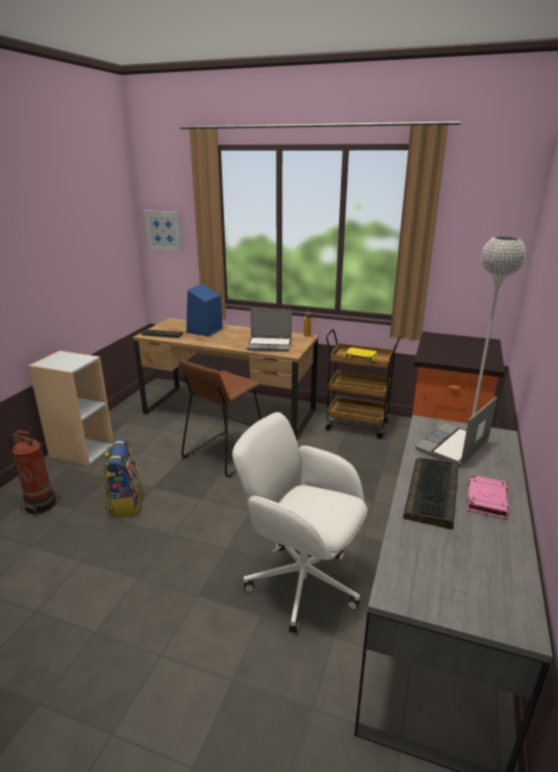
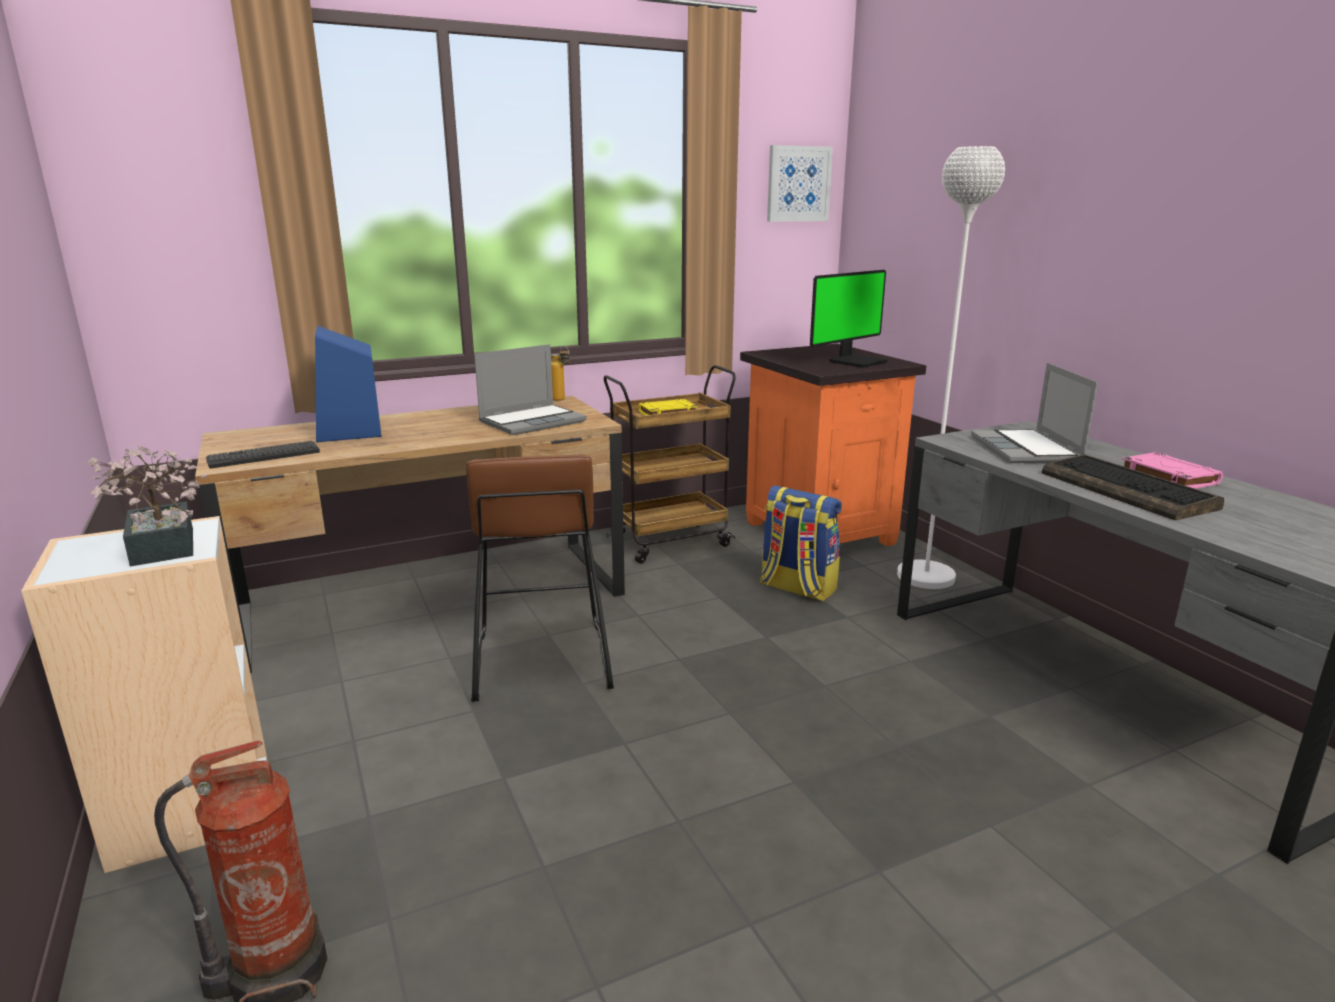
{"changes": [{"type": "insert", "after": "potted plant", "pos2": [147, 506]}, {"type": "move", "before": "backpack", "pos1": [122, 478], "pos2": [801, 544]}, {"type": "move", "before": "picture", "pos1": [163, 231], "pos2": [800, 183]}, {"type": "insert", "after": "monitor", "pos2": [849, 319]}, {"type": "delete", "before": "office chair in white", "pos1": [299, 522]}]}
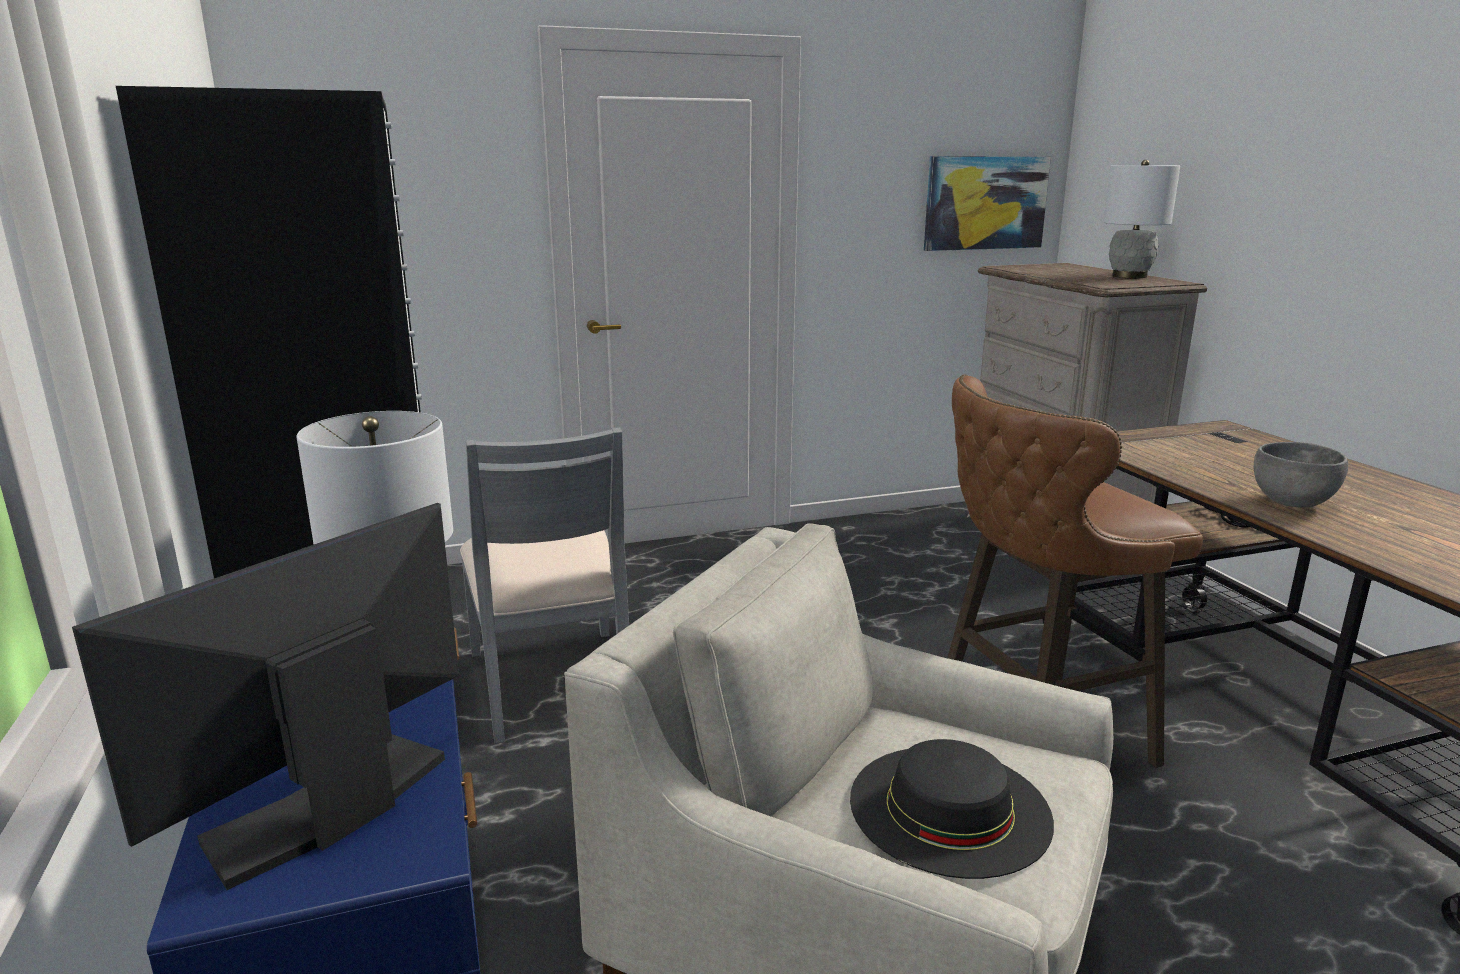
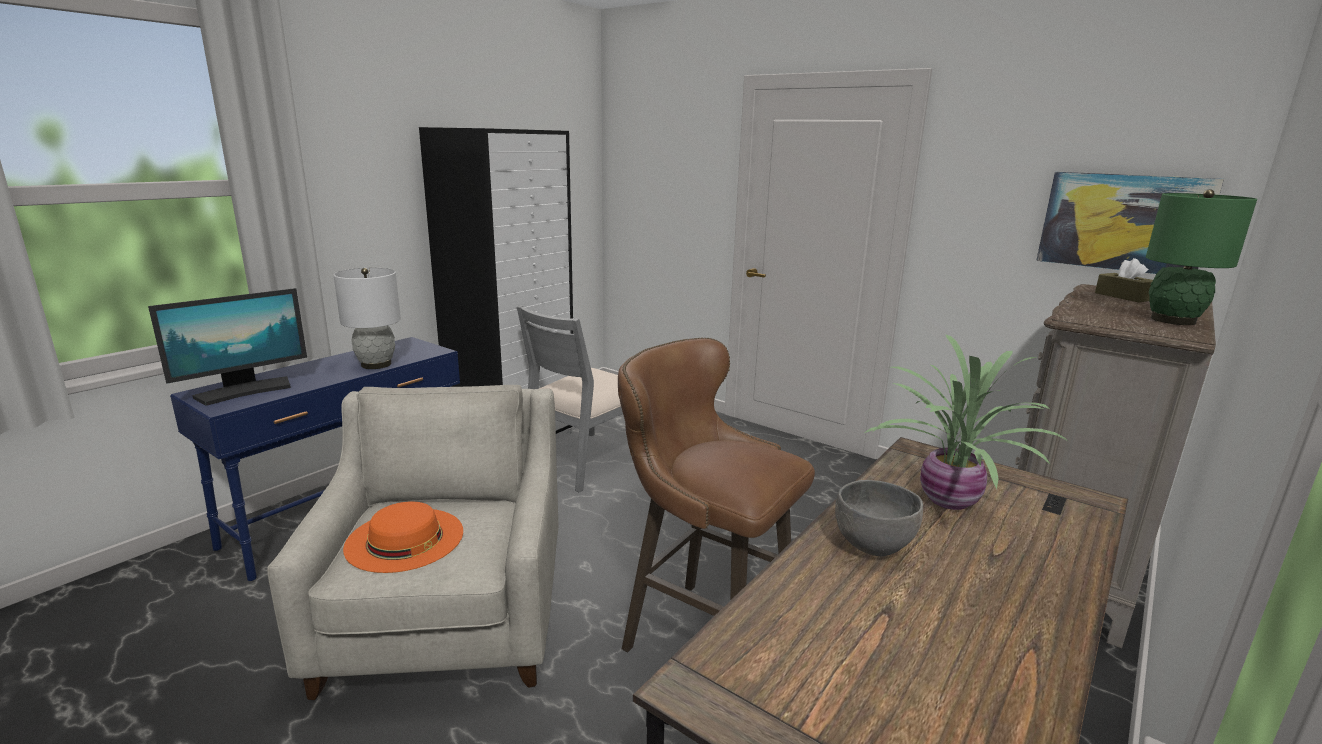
{"changes": [{"type": "rotate", "before": "monitor", "pos1": [265, 696], "pos2": [227, 347], "turn": 135}, {"type": "recolor", "before": "hat in black", "after": "hat in orange", "pos1": [952, 809], "pos2": [403, 537]}, {"type": "insert", "after": "potted plant", "pos2": [968, 422]}, {"type": "insert", "after": "tissue box in brown", "pos2": [1124, 280]}, {"type": "recolor", "before": "table lamp in white", "after": "table lamp in green", "pos1": [1141, 219], "pos2": [1201, 257]}]}
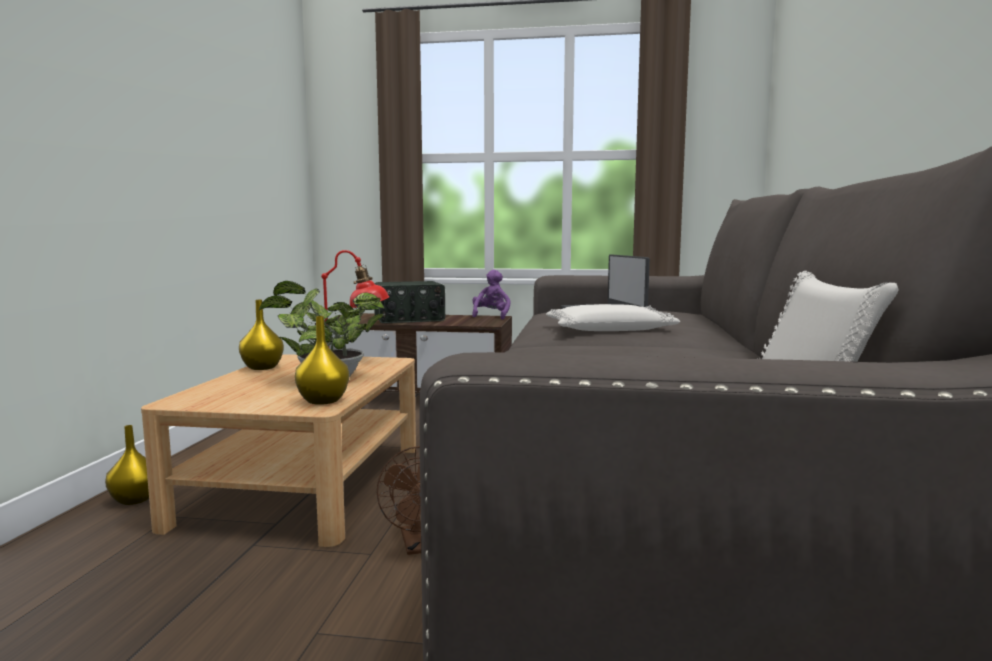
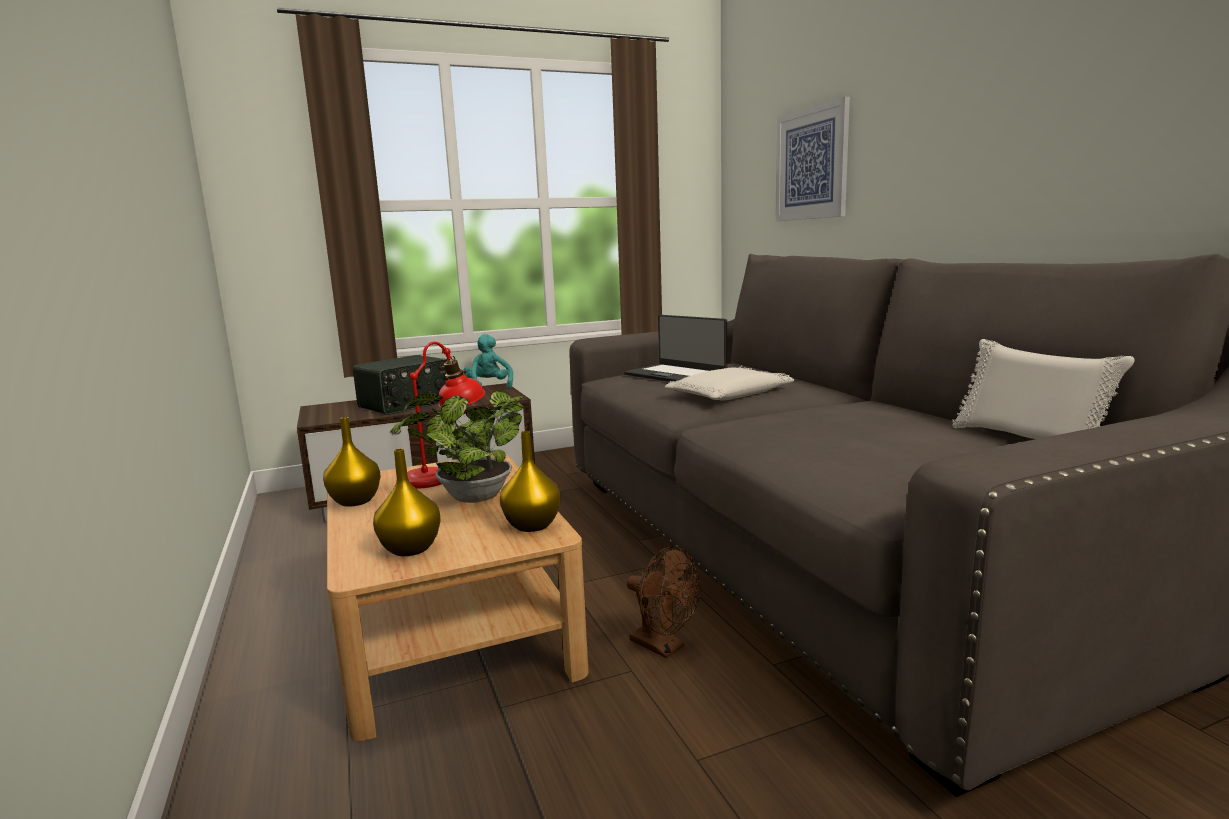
{"changes": [{"type": "move", "before": "vase in yellow", "pos1": [127, 465], "pos2": [406, 502]}, {"type": "recolor", "before": "plush toy in purple", "after": "plush toy in turquoise", "pos1": [491, 295], "pos2": [488, 361]}, {"type": "insert", "after": "picture", "pos2": [812, 159]}]}
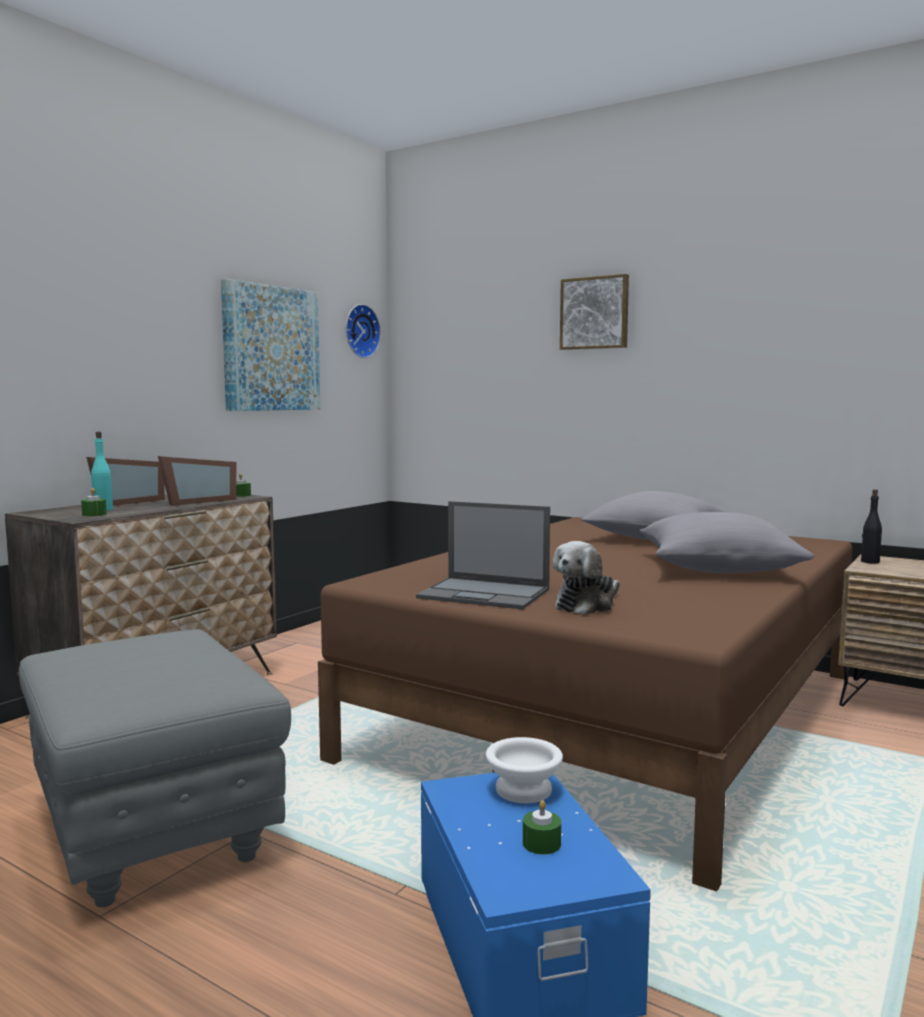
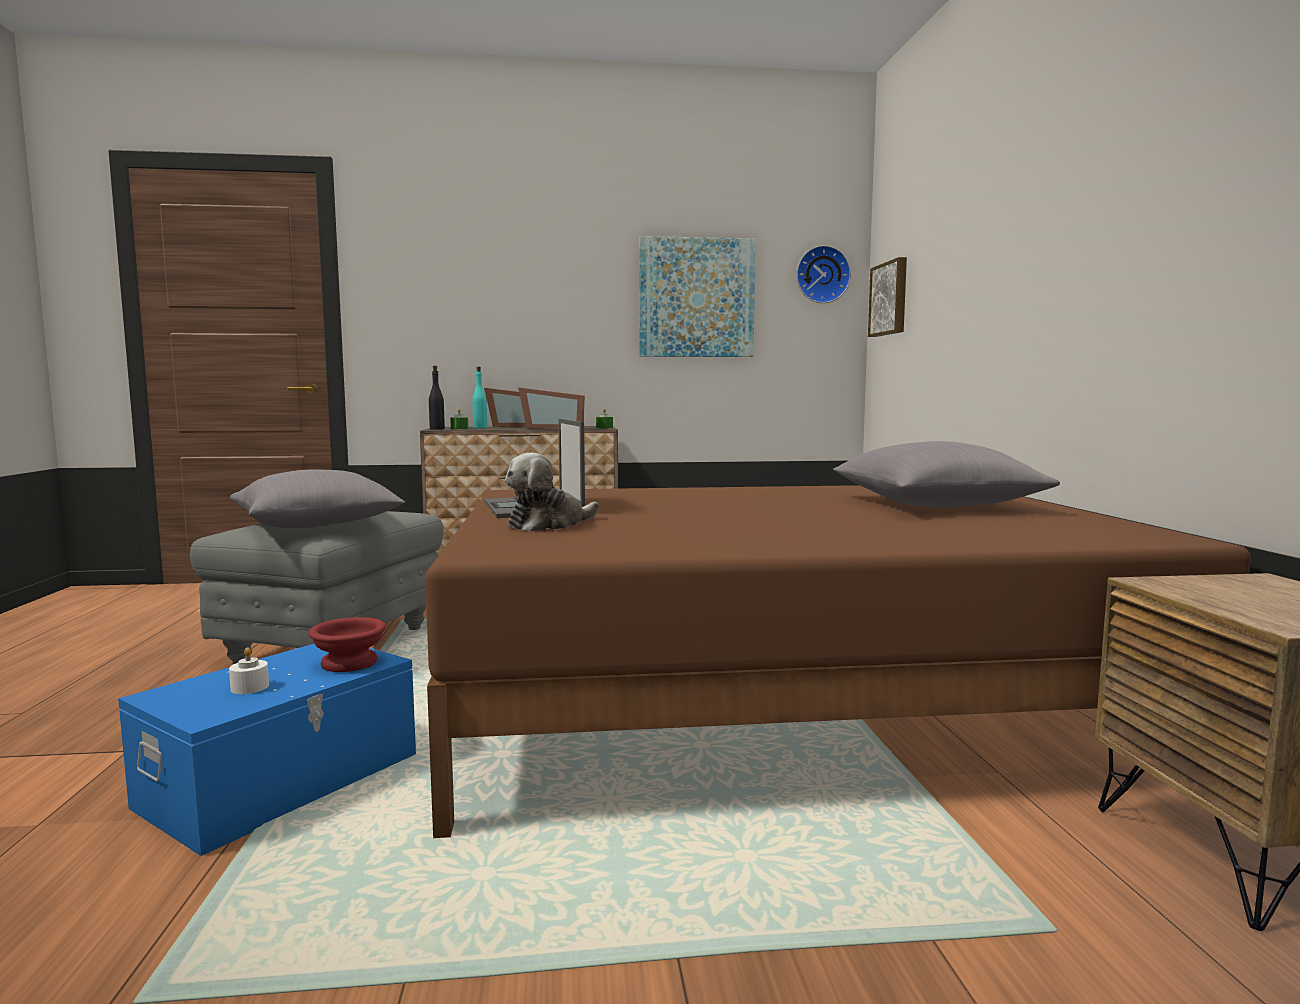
{"changes": [{"type": "recolor", "before": "candle in green", "after": "candle in white", "pos1": [542, 827], "pos2": [249, 670]}, {"type": "move", "before": "pillow in grey", "pos1": [727, 542], "pos2": [317, 499]}, {"type": "recolor", "before": "bowl in white", "after": "bowl in red", "pos1": [524, 770], "pos2": [347, 644]}, {"type": "move", "before": "bottle in black", "pos1": [871, 526], "pos2": [437, 398]}, {"type": "rotate", "before": "plush toy", "pos1": [586, 578], "pos2": [552, 492], "turn": -45}, {"type": "move", "before": "picture", "pos1": [594, 312], "pos2": [887, 297]}]}
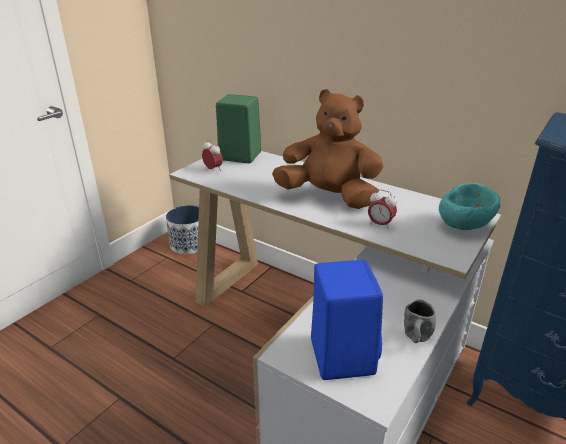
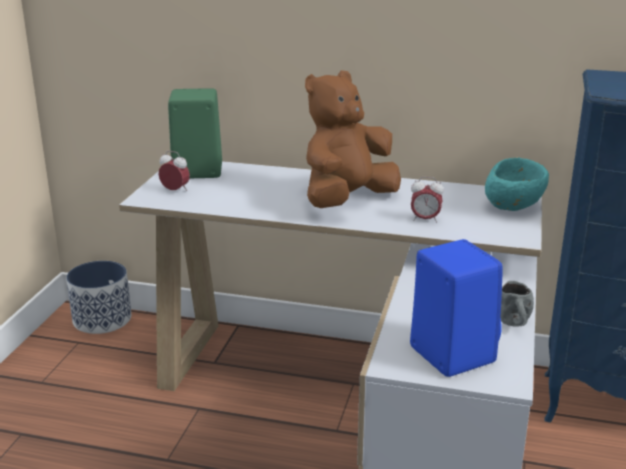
{"changes": [{"type": "rotate", "before": "plush toy in brown", "pos1": [327, 149], "pos2": [353, 139], "turn": -45}]}
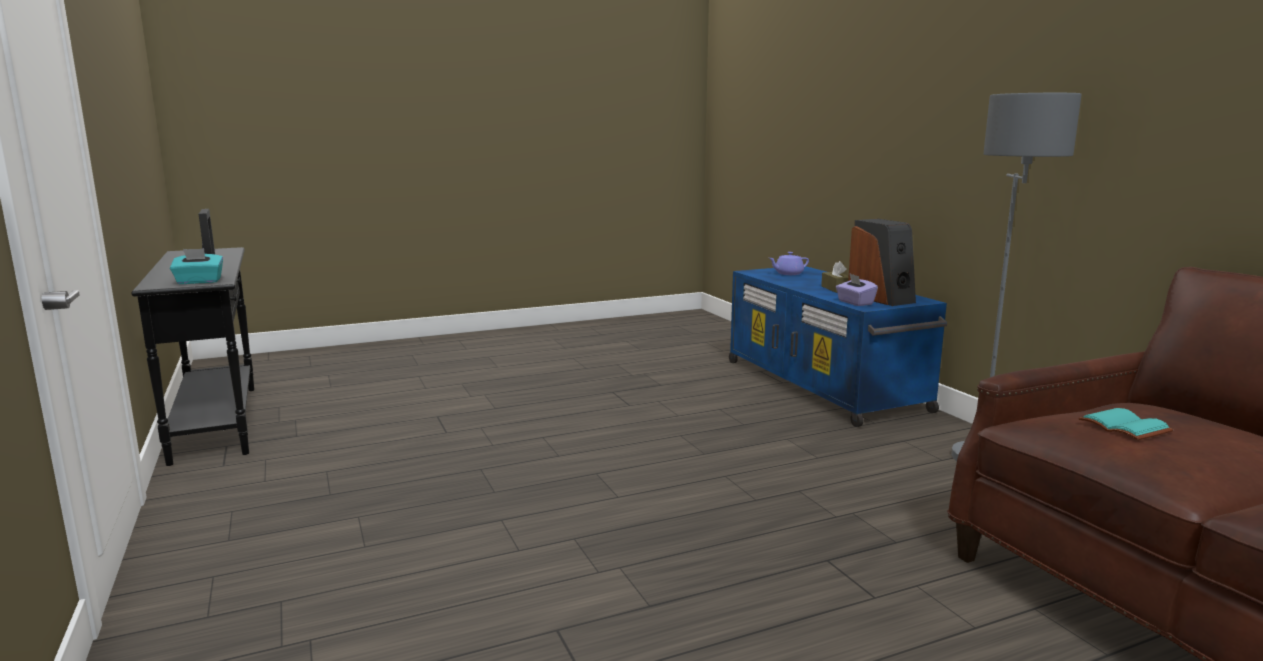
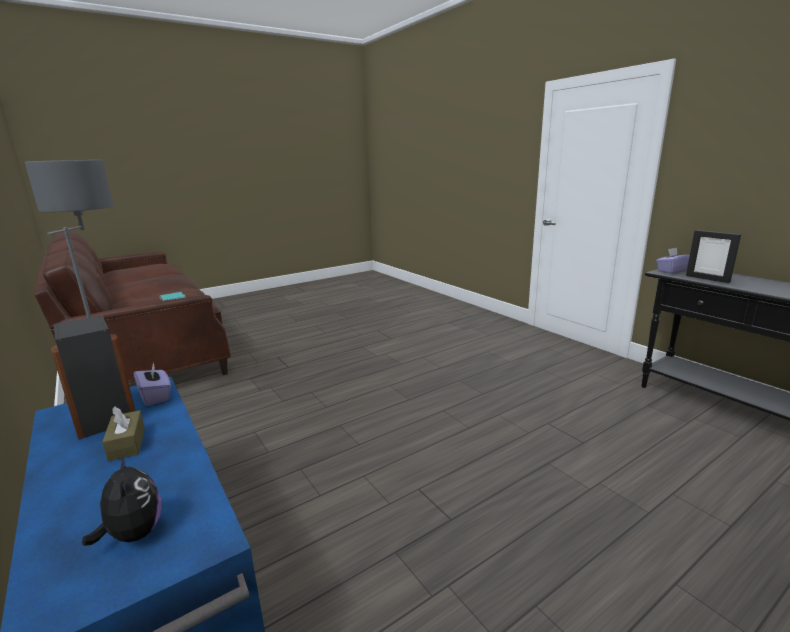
{"changes": [{"type": "replace", "before": "teapot in purple", "after": "plush toy", "pos1": [789, 263], "pos2": [121, 500]}, {"type": "recolor", "before": "tissue box in turquoise", "after": "tissue box in purple", "pos1": [196, 266], "pos2": [673, 261]}]}
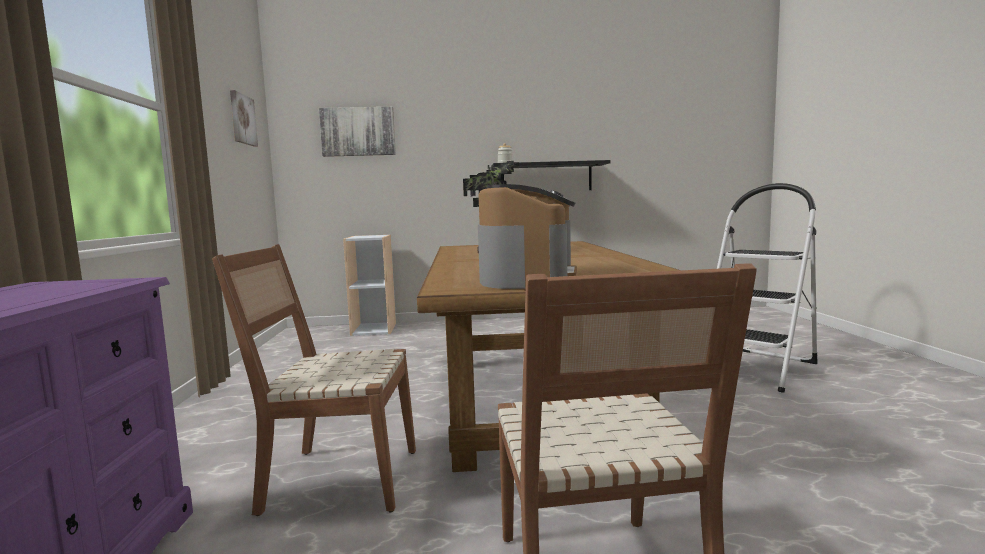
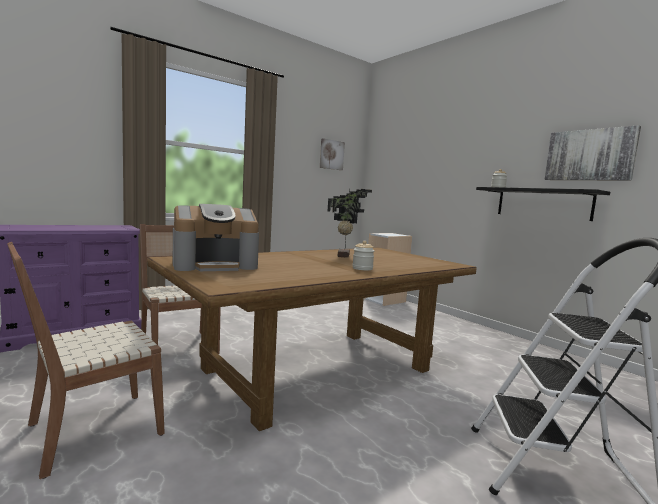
{"changes": [{"type": "insert", "after": "jar", "pos2": [363, 255]}, {"type": "move", "before": "picture", "pos1": [357, 132], "pos2": [592, 153]}]}
